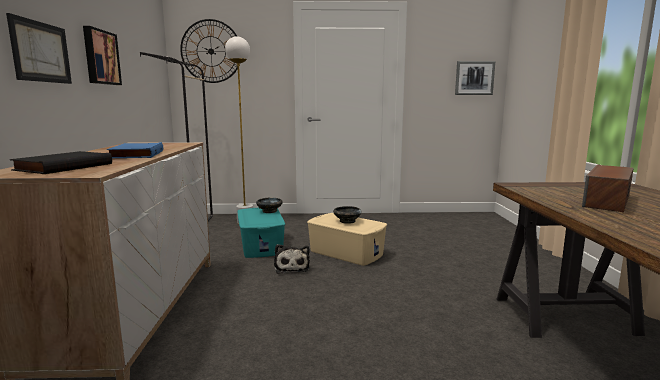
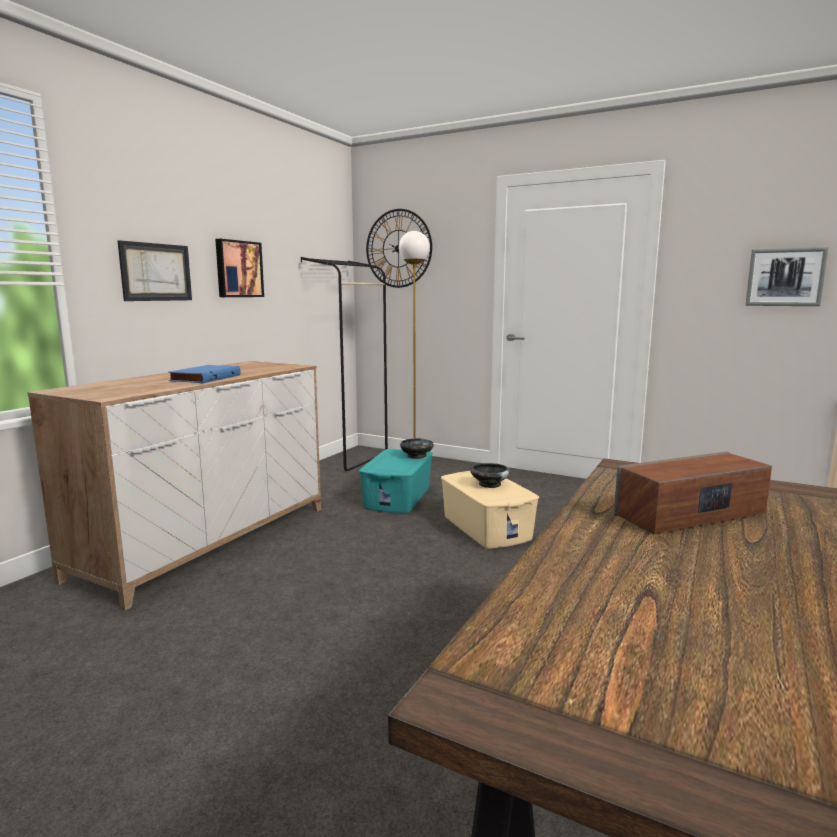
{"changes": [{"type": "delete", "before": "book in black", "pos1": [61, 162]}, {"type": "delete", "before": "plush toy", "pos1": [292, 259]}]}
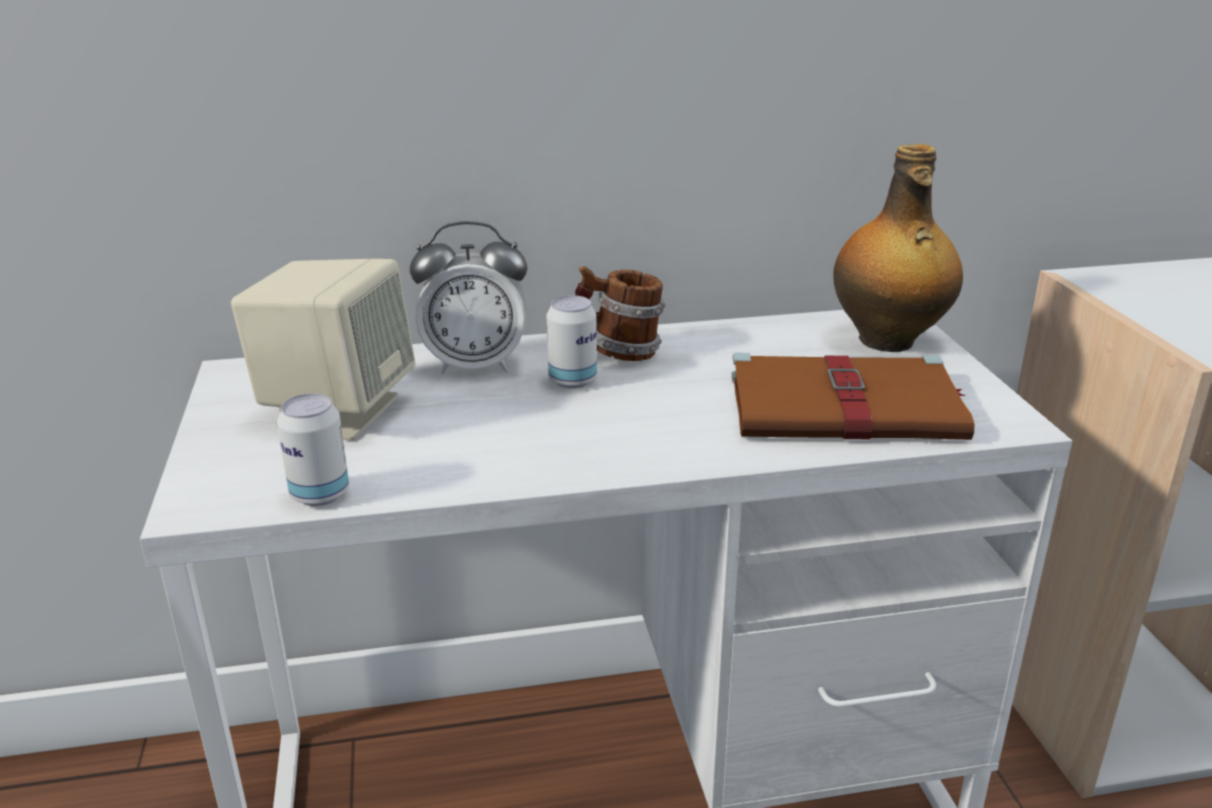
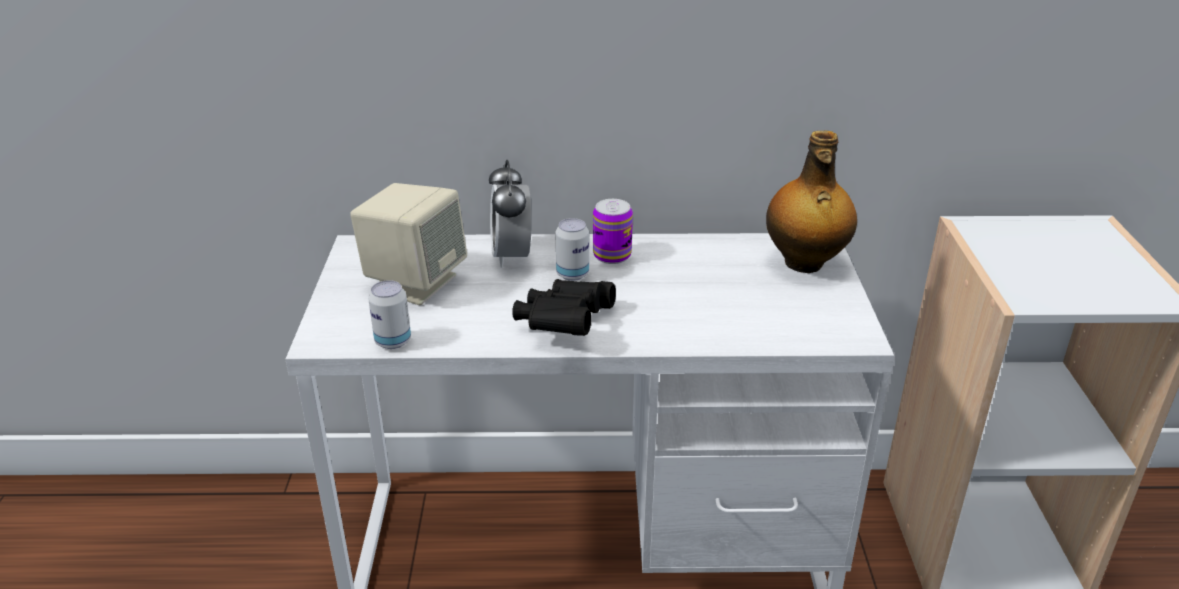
{"changes": [{"type": "rotate", "before": "alarm clock", "pos1": [468, 298], "pos2": [510, 214], "turn": 75}, {"type": "insert", "after": "binoculars in black", "pos2": [564, 307]}, {"type": "replace", "before": "mug", "after": "can", "pos1": [620, 313], "pos2": [613, 231]}, {"type": "delete", "before": "book in brown", "pos1": [853, 396]}]}
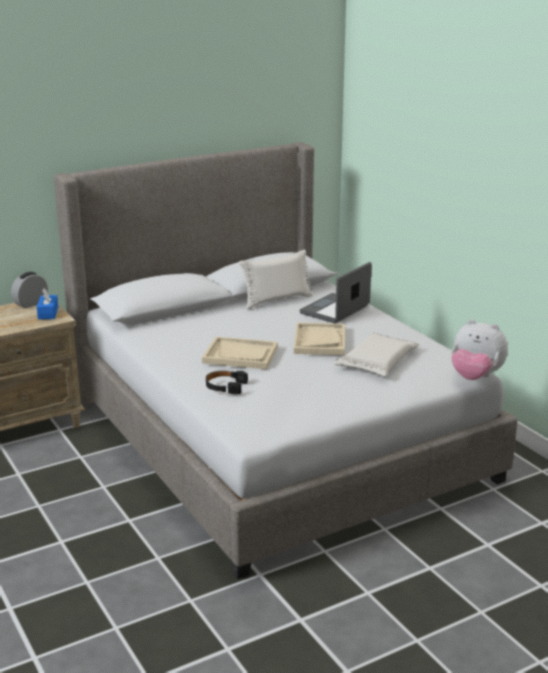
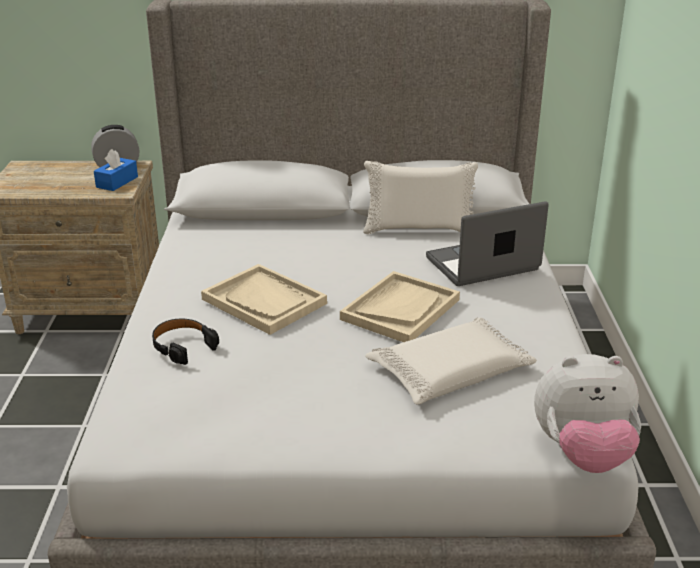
{"changes": [{"type": "rotate", "before": "plush toy", "pos1": [480, 350], "pos2": [587, 413], "turn": -60}]}
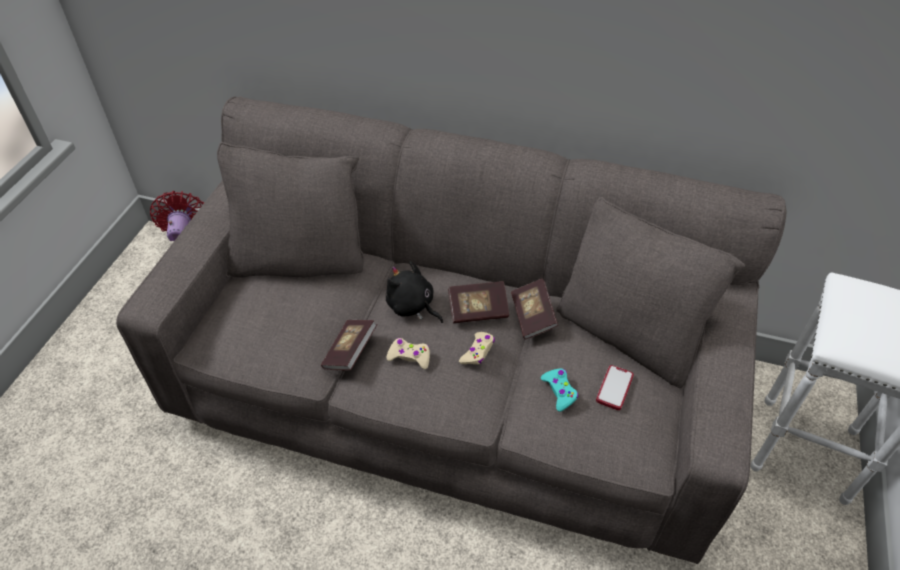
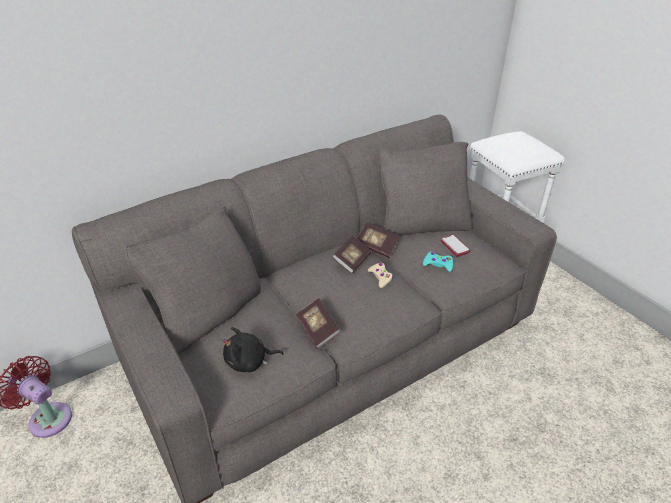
{"changes": [{"type": "move", "before": "plush toy in black", "pos1": [414, 292], "pos2": [253, 349]}, {"type": "delete", "before": "game controller in beige", "pos1": [408, 353]}]}
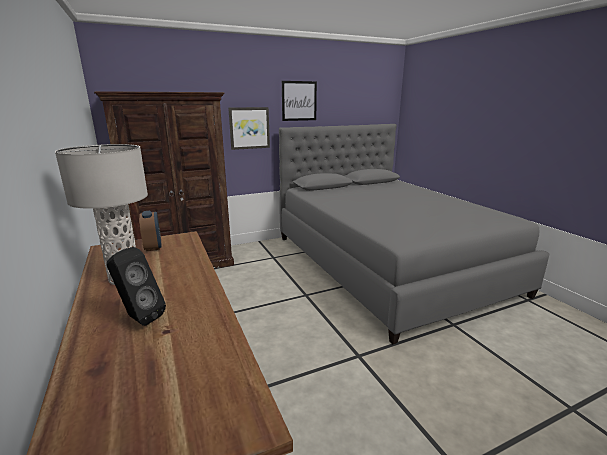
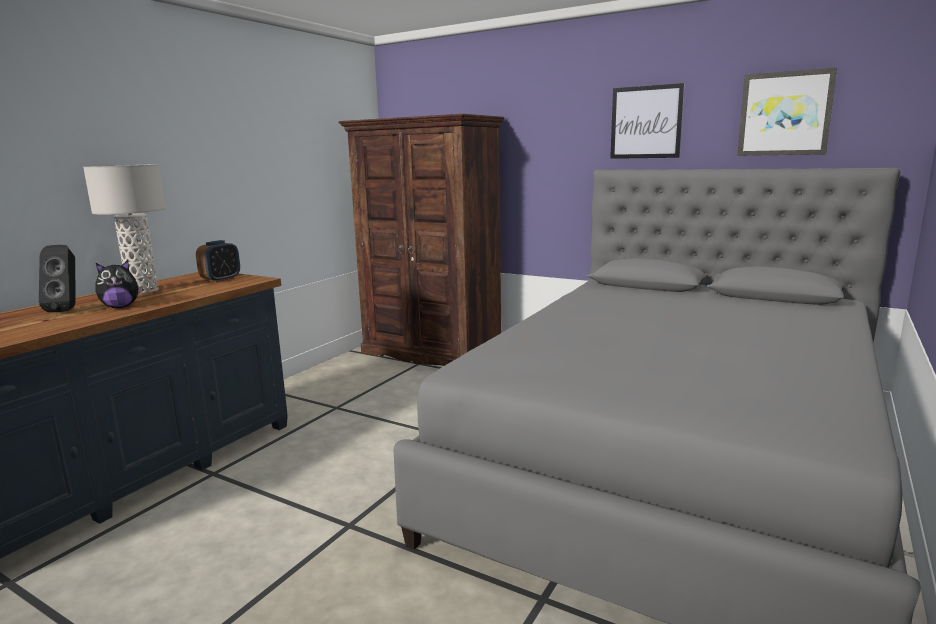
{"changes": [{"type": "insert", "after": "plush toy", "pos2": [119, 284]}, {"type": "move", "before": "picture", "pos1": [249, 128], "pos2": [787, 111]}]}
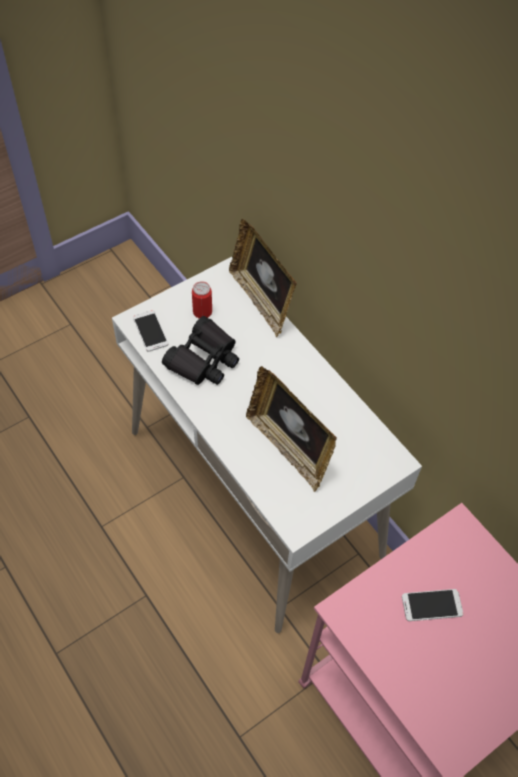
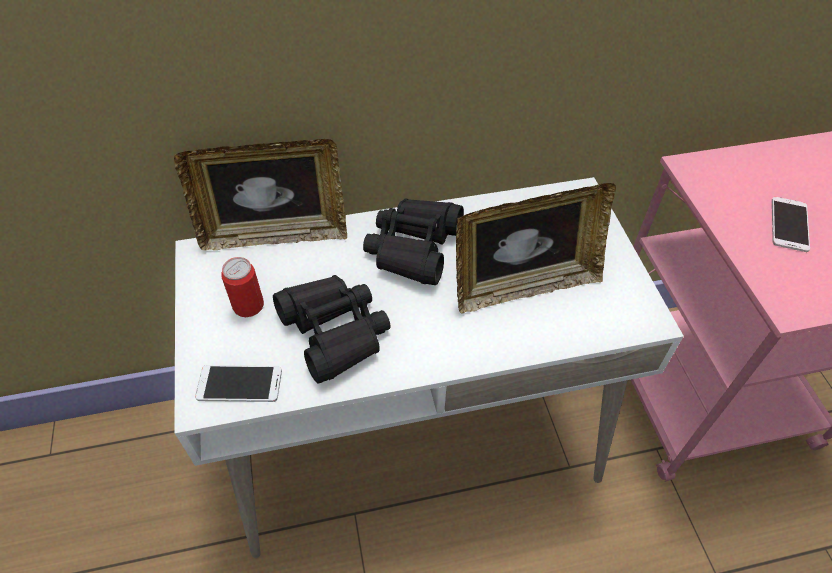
{"changes": [{"type": "insert", "after": "binoculars in black", "pos2": [413, 242]}]}
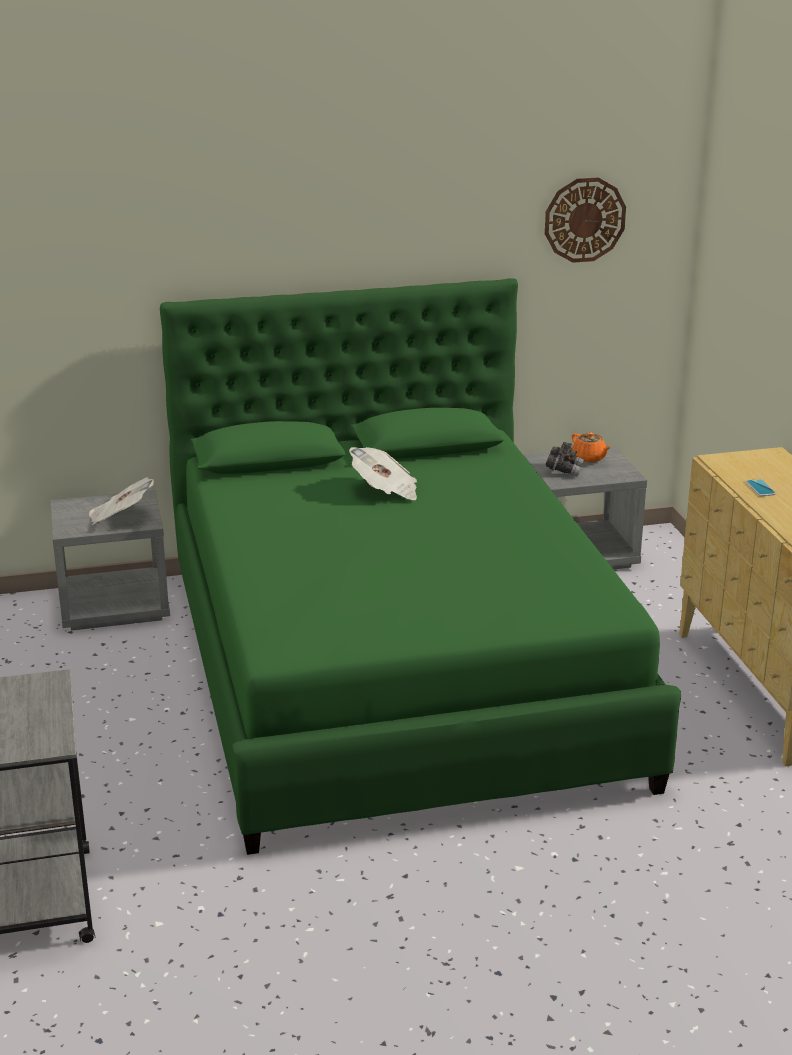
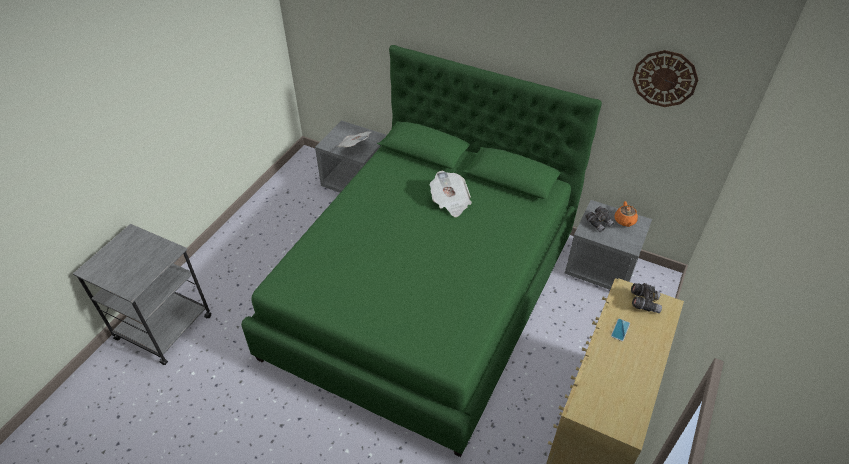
{"changes": [{"type": "insert", "after": "binoculars in grey", "pos2": [646, 298]}]}
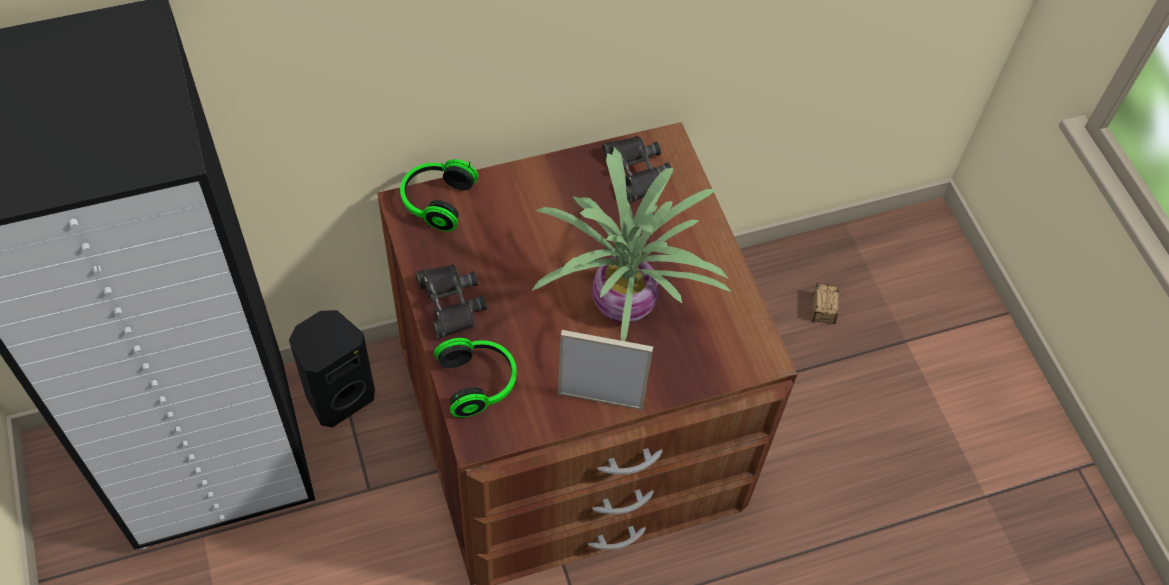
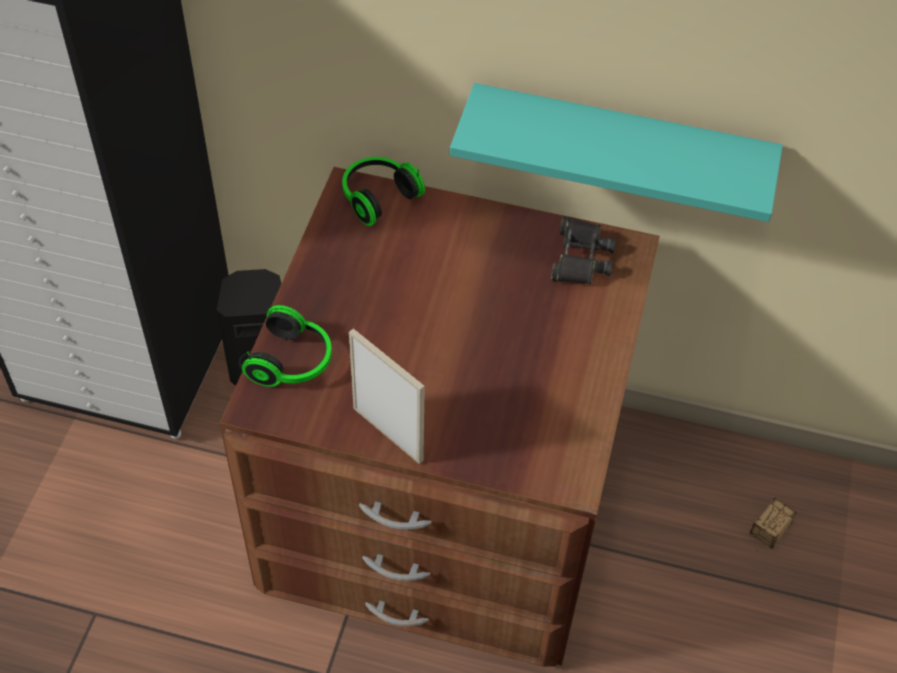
{"changes": [{"type": "insert", "after": "shelf in turquoise", "pos2": [616, 152]}, {"type": "delete", "before": "binoculars in black", "pos1": [451, 301]}, {"type": "delete", "before": "potted plant", "pos1": [631, 244]}]}
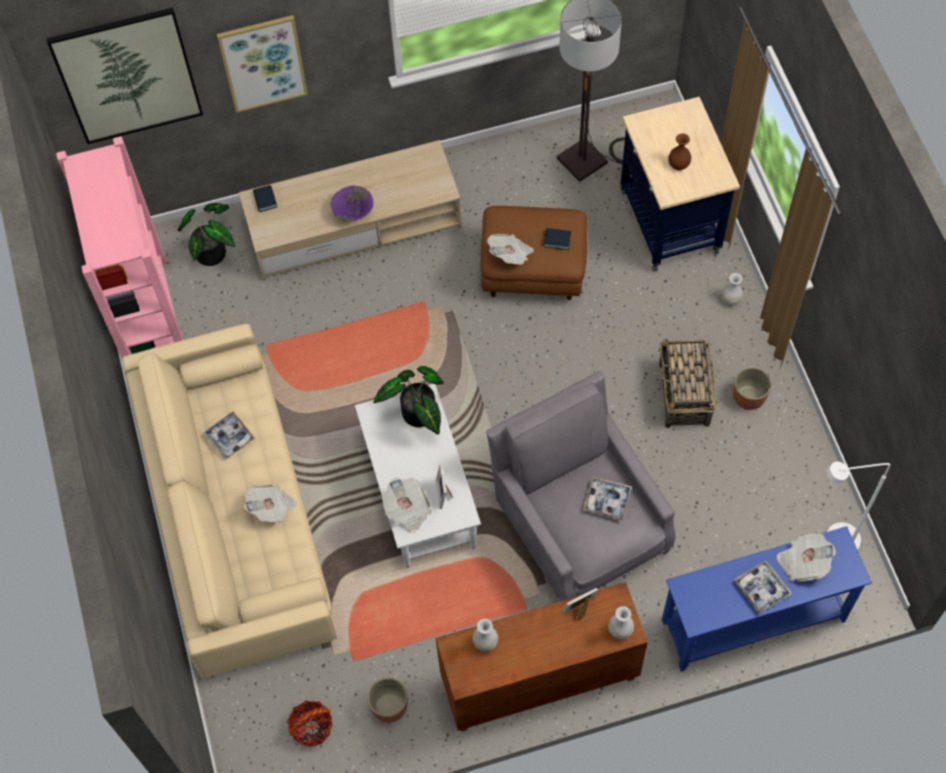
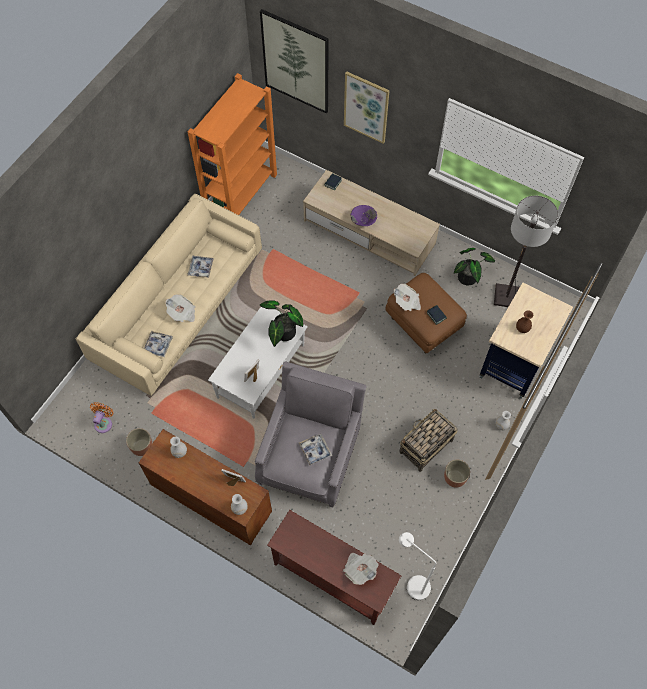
{"changes": [{"type": "replace", "before": "basket", "after": "fan in orange", "pos1": [309, 724], "pos2": [102, 417]}, {"type": "move", "before": "tray", "pos1": [763, 587], "pos2": [158, 344]}, {"type": "recolor", "before": "bookcase in pink", "after": "bookcase in orange", "pos1": [120, 247], "pos2": [232, 144]}, {"type": "recolor", "before": "console table in blue", "after": "console table in brown", "pos1": [767, 599], "pos2": [334, 567]}, {"type": "move", "before": "potted plant", "pos1": [206, 234], "pos2": [474, 266]}, {"type": "delete", "before": "newspaper", "pos1": [407, 505]}]}
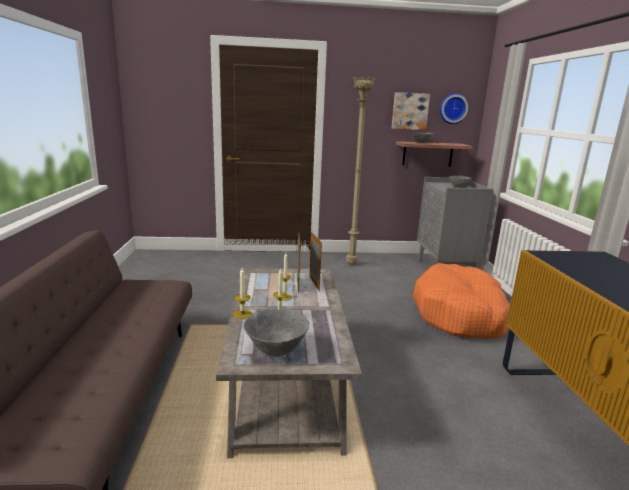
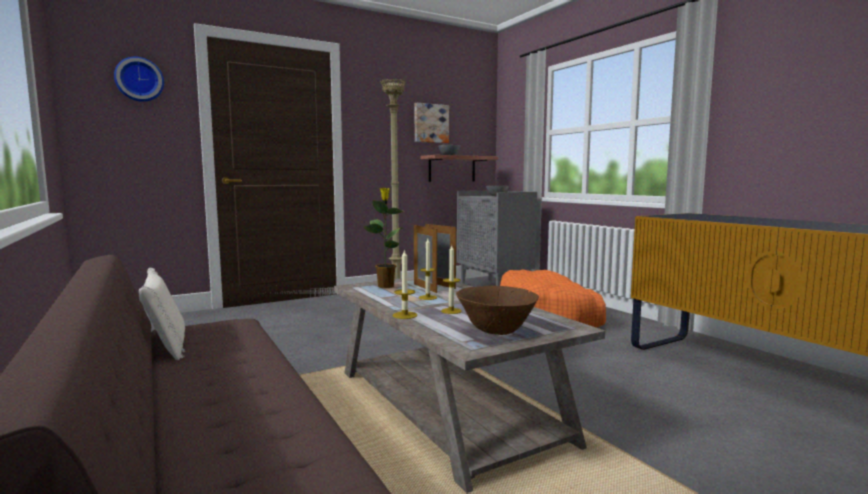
{"changes": [{"type": "move", "before": "wall clock", "pos1": [454, 108], "pos2": [139, 79]}, {"type": "insert", "after": "pillow in white", "pos2": [162, 314]}, {"type": "insert", "after": "potted plant", "pos2": [384, 237]}, {"type": "recolor", "before": "bowl in grey", "after": "bowl in brown", "pos1": [276, 333], "pos2": [497, 310]}]}
